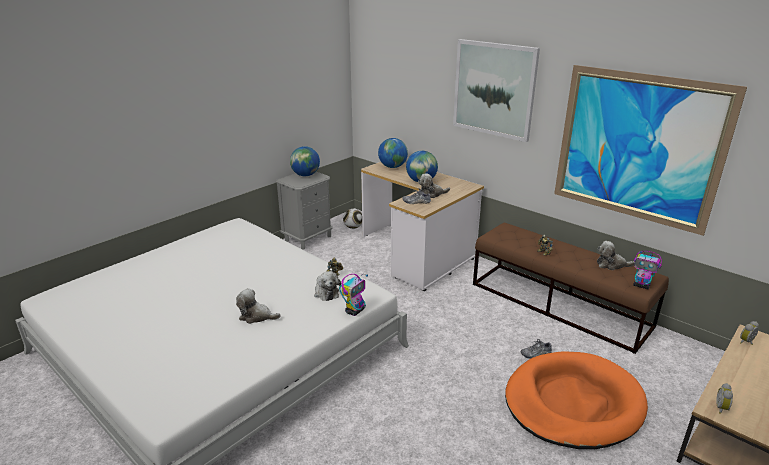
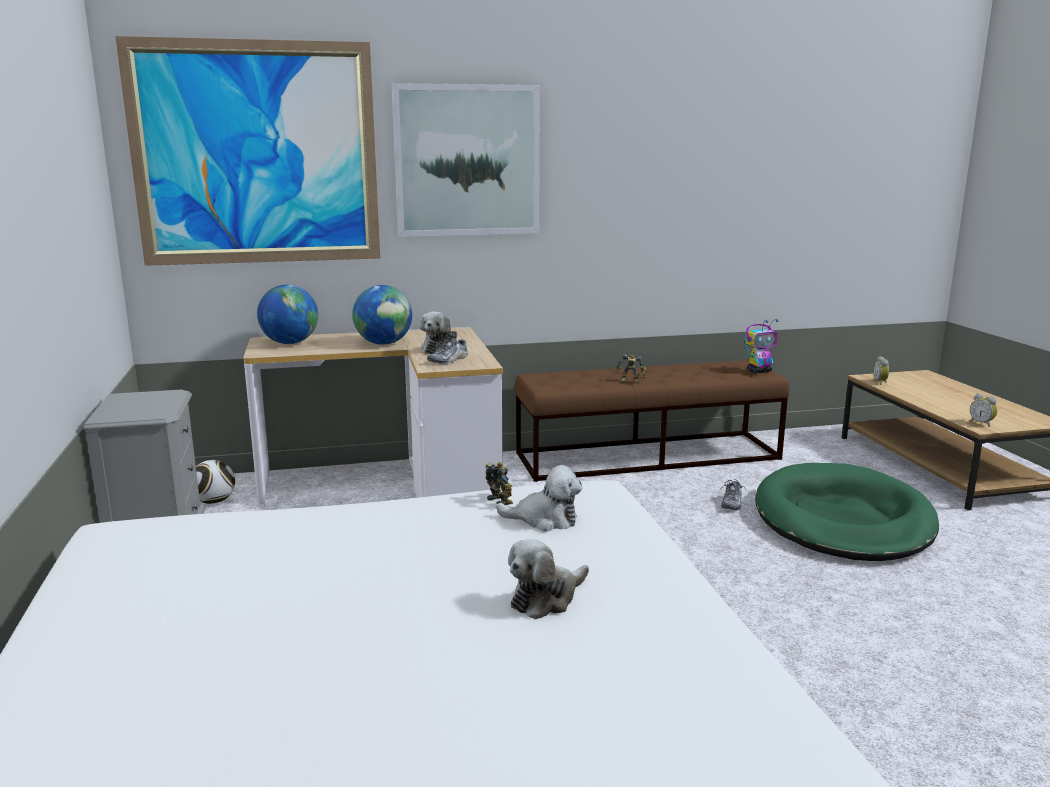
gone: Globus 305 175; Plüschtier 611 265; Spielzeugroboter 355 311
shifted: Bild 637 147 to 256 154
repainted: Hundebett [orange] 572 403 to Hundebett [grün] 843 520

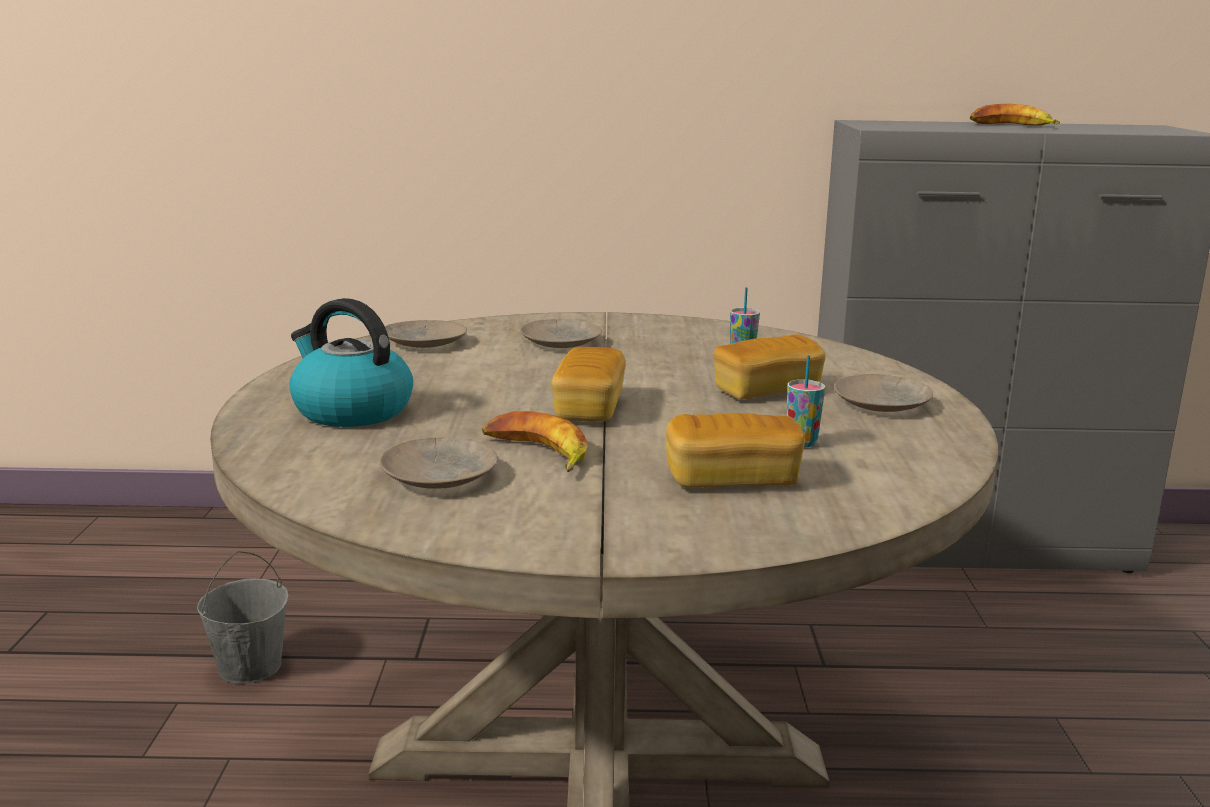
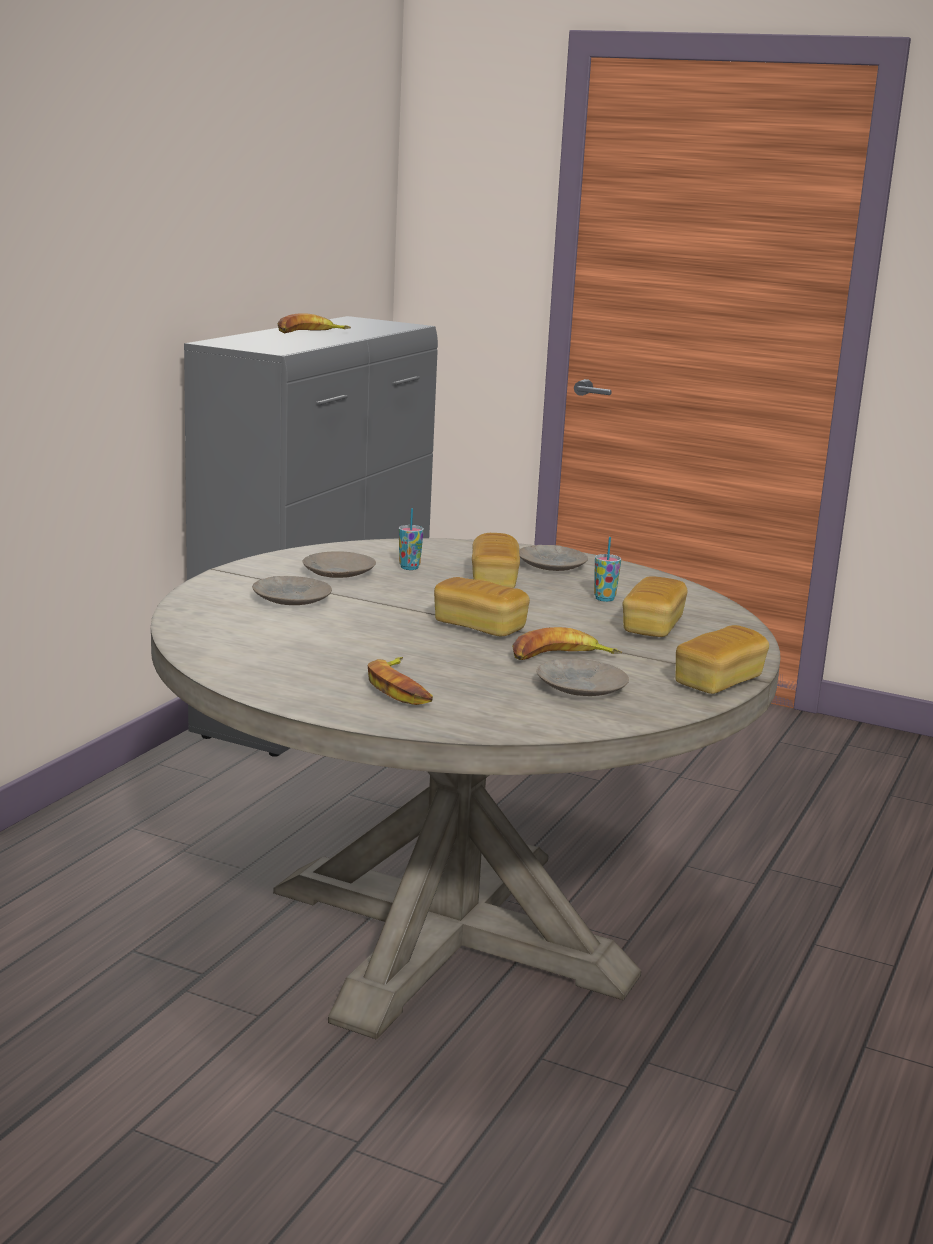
gone: Eimer [grau] 249 667
new: Brot 718 682
shifted: Teller [beige] 423 343 to 338 573
swapped: Wasserkessel 350 411 to Banane 401 689

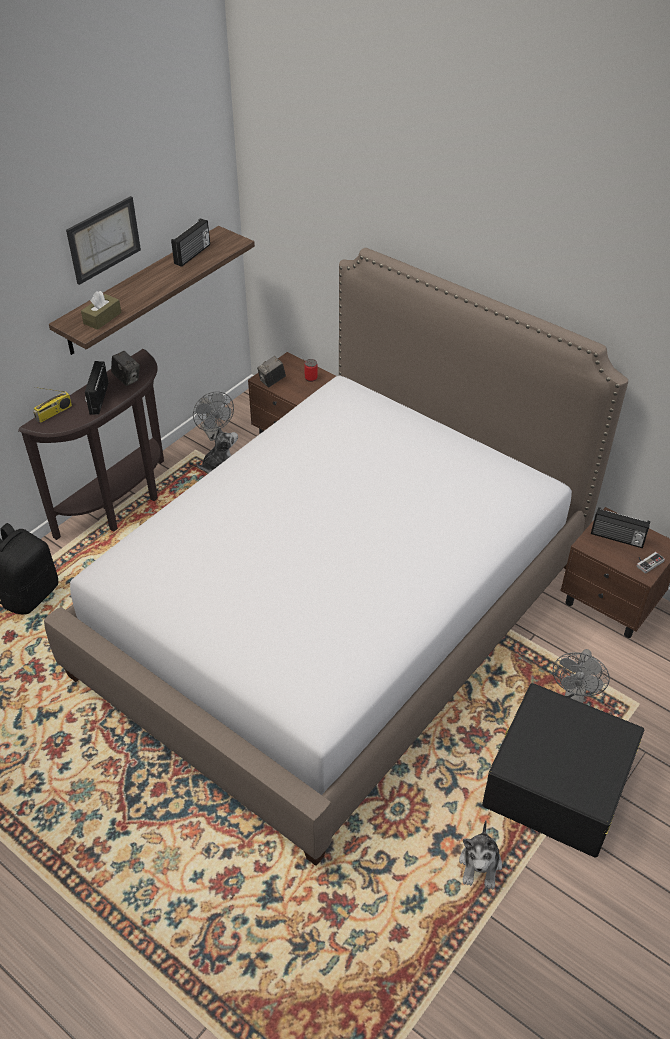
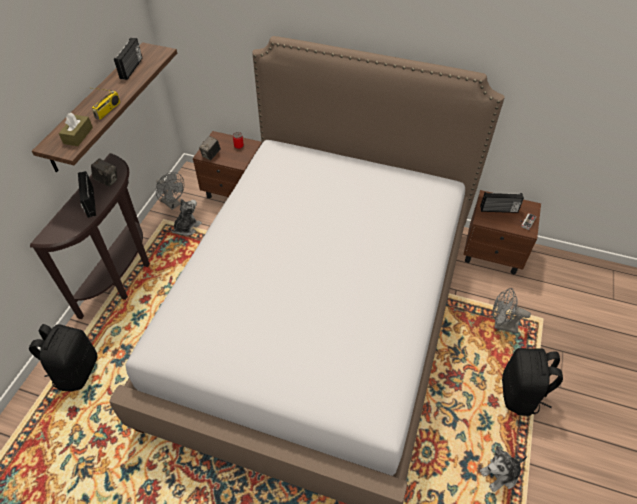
gone: Bild 103 239
shifted: Radio 54 413 to 108 110
swapped: Aufbewahrungsbox [schwarz] 557 784 to Rucksack [schwarz] 520 394
rotated: Ventilator [grau] 575 695 = 501 325 105 degrees clockwise; Plüschtier 480 864 = 500 474 75 degrees clockwise

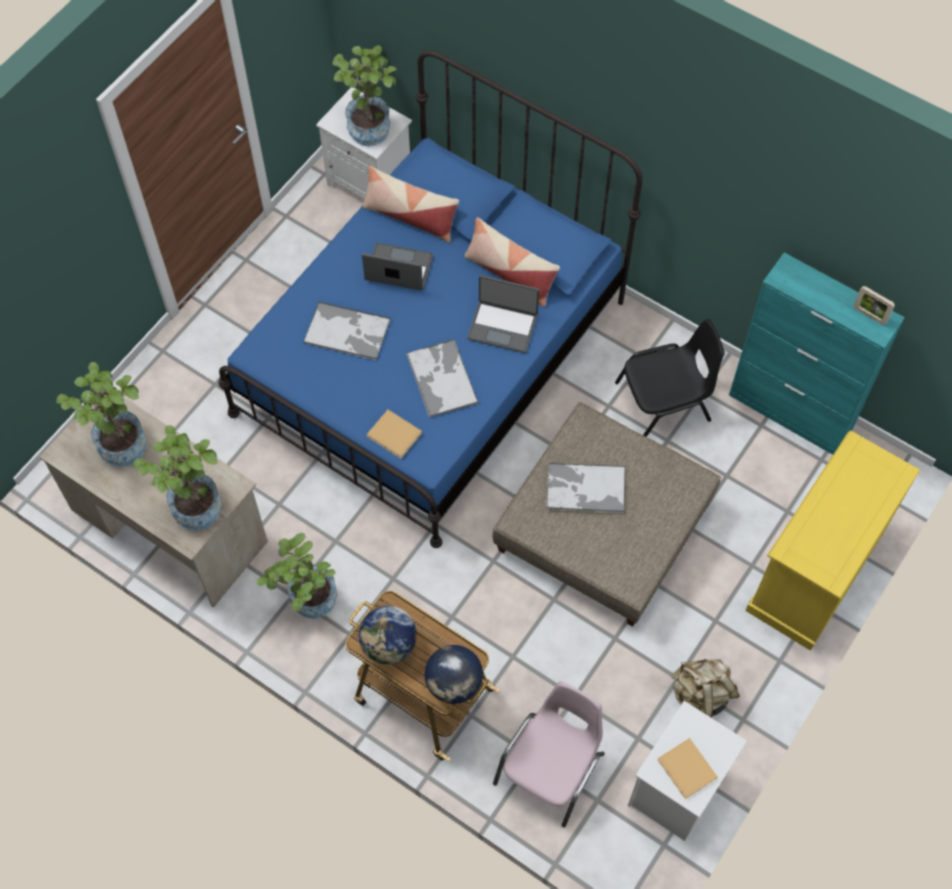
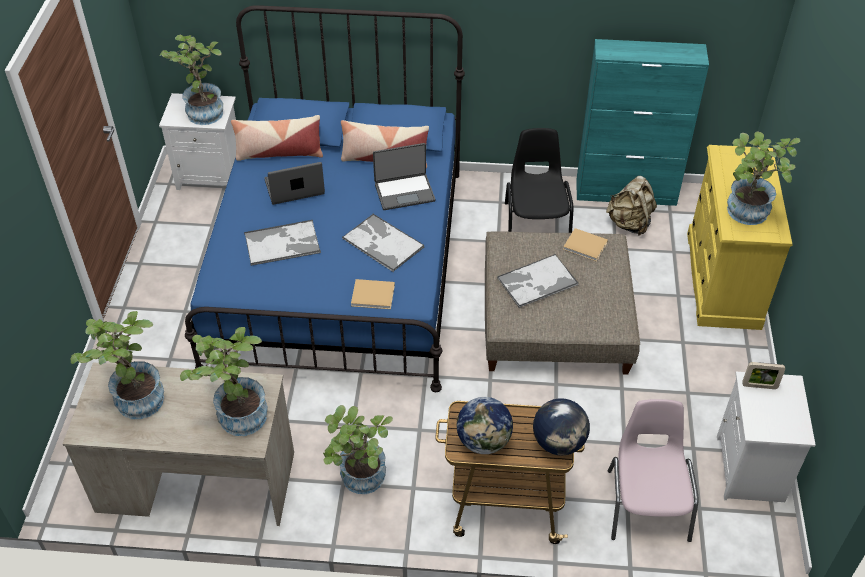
new: Topfpflanze 745 215
shifted: Bilderrahmen 869 315 to 759 386; Rucksack [beige] 701 695 to 629 223; Buch [beige] 688 770 to 586 246
rotated: Stuhl [schwarz] 665 402 = 536 223 45 degrees counterclockwise

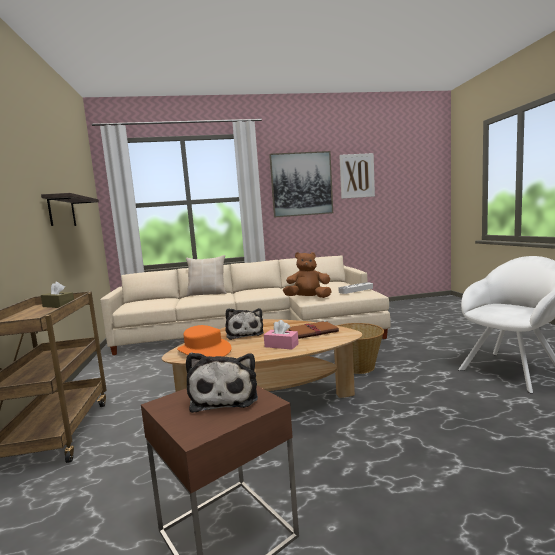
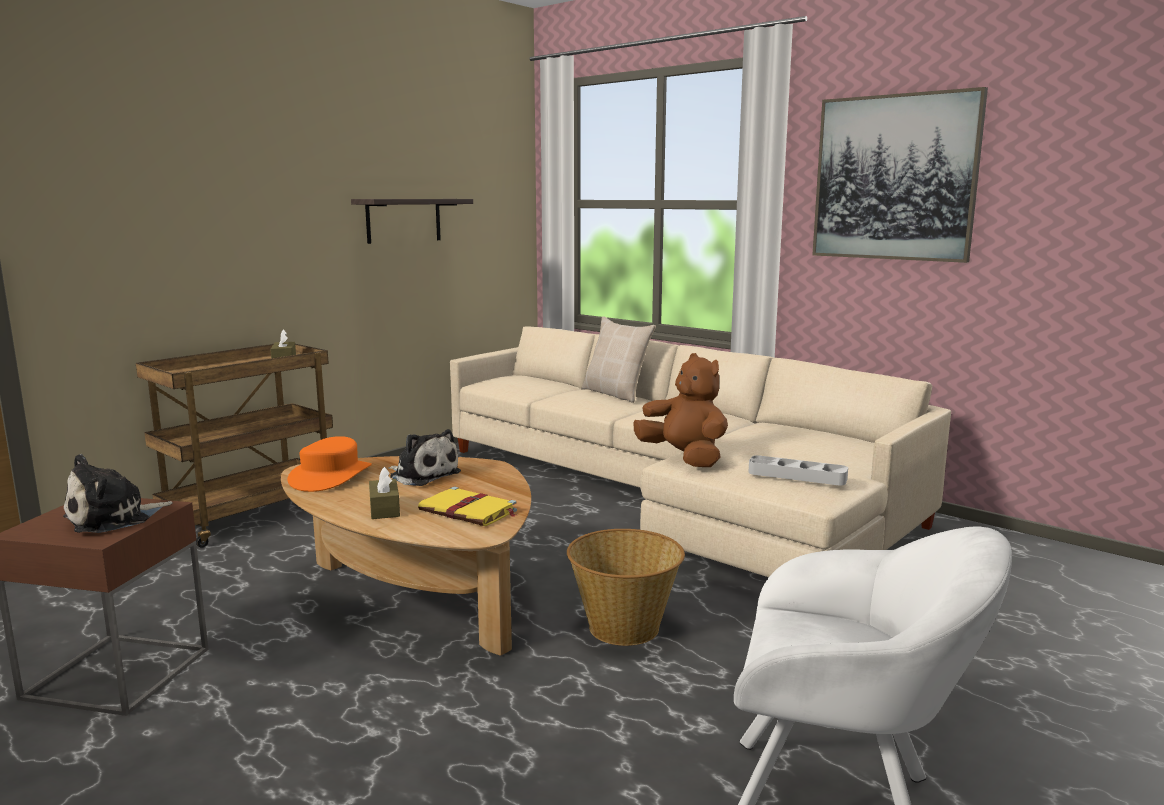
gone: Bild 357 176
repainted: Taschentuchbox [rosa] 281 345 to Taschentuchbox [braun] 384 509; Buch [braun] 313 332 to Buch [gelb] 469 511
rotated: Plüschtier 244 333 = 423 475 90 degrees counterclockwise

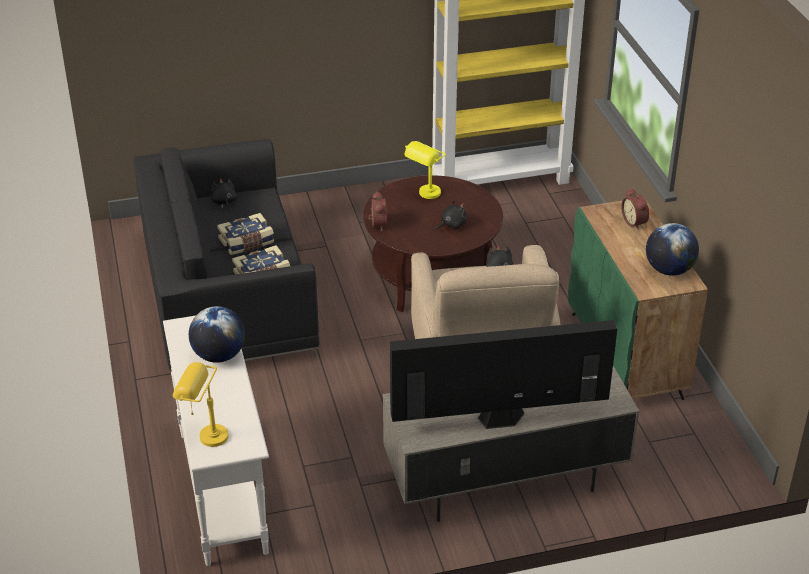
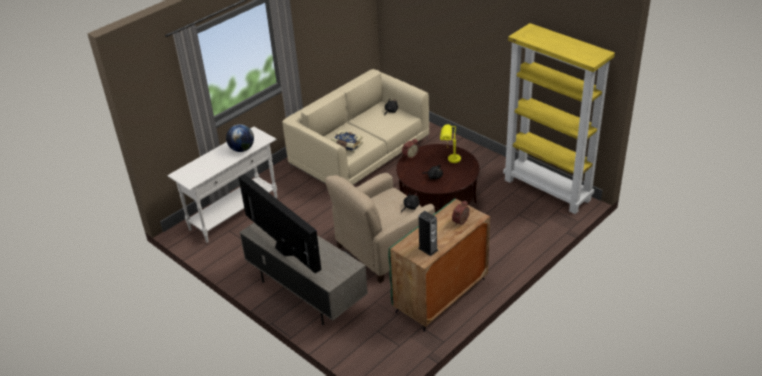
gone: Buch 247 242; Tischlampe [gelb] 204 436
swapped: Globus 669 270 to Lautsprecher 428 249
repainted: Sofa [schwarz] 226 295 to Sofa [beige] 360 153

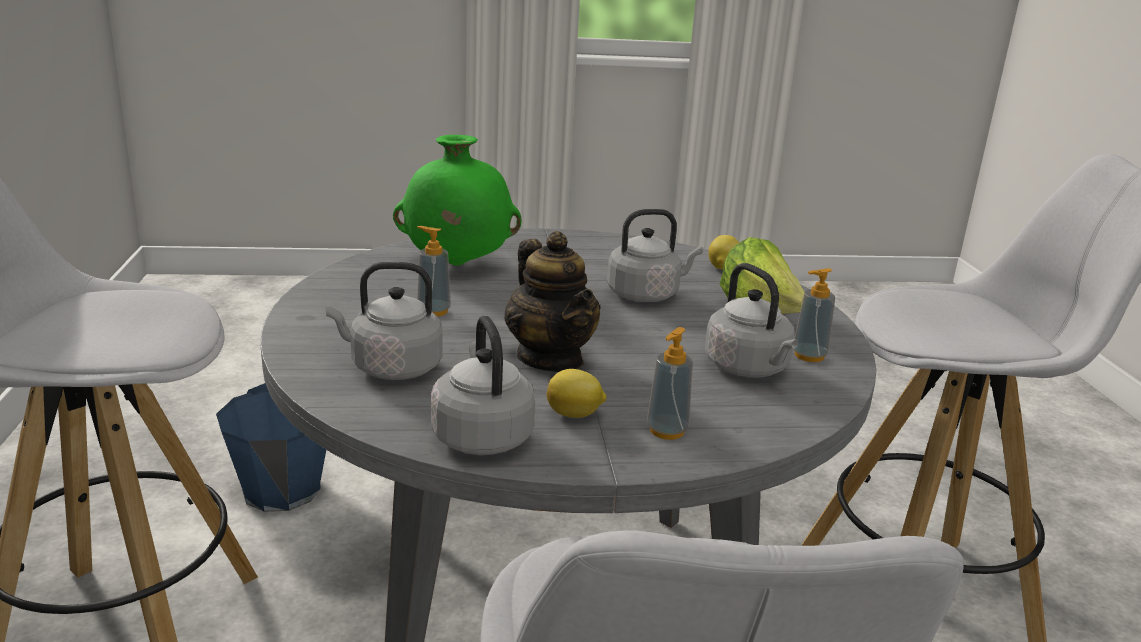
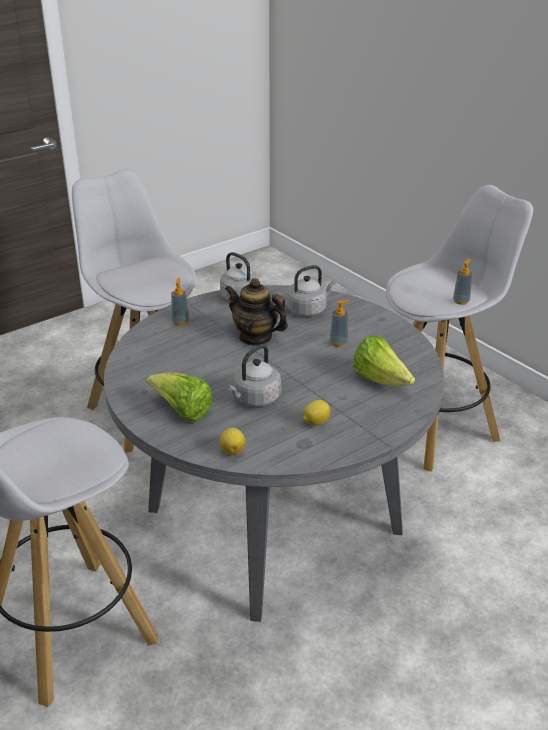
gone: Wasserkessel [grau] 749 369; Eimer [blau] 282 490
shifted: Seifenspender 809 356 to 461 301; Zitrone 575 414 to 315 422
swapped: Vase [grün] 456 265 to Salatkopf 380 380

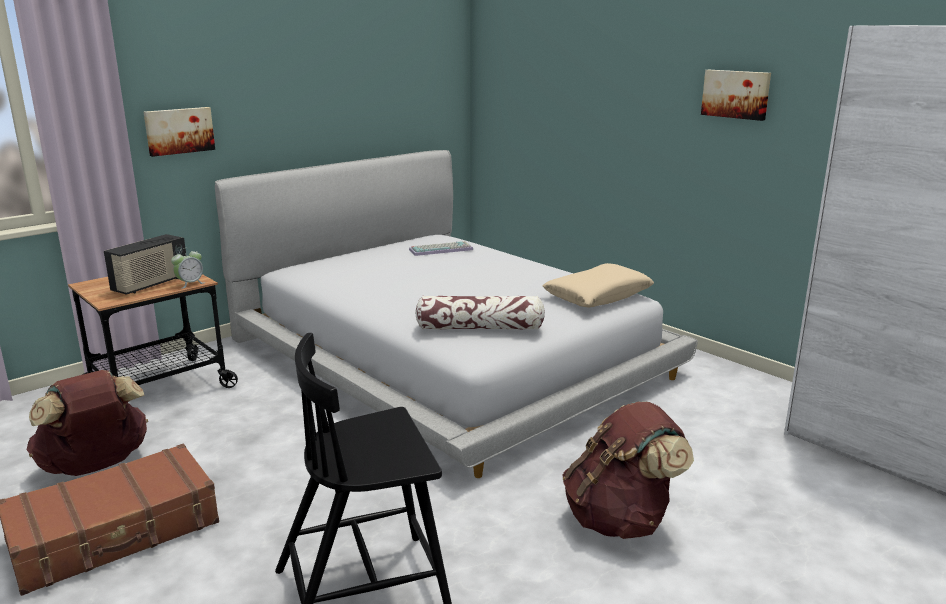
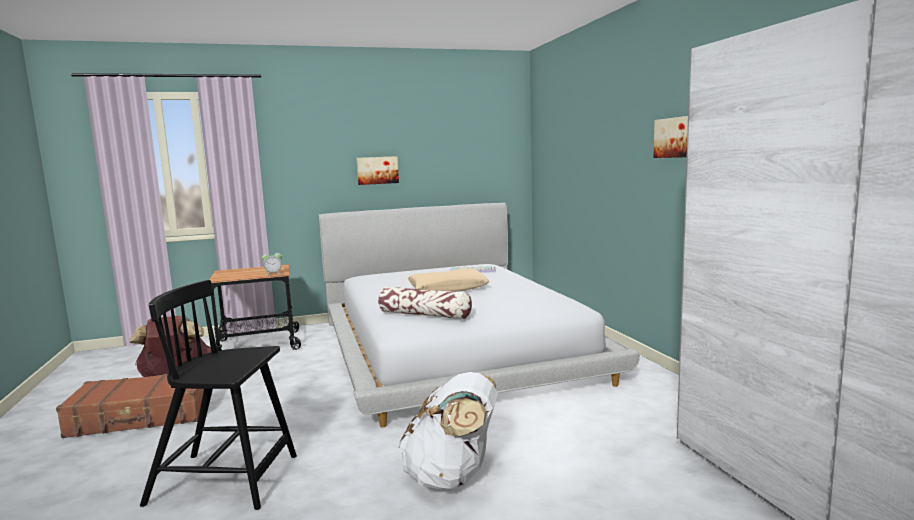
gone: Radio 151 284
shifted: Bild 179 131 to 377 170; Kissen [beige] 597 296 to 448 289
repainted: Rucksack [braun] 620 520 to Rucksack [weiß] 452 477

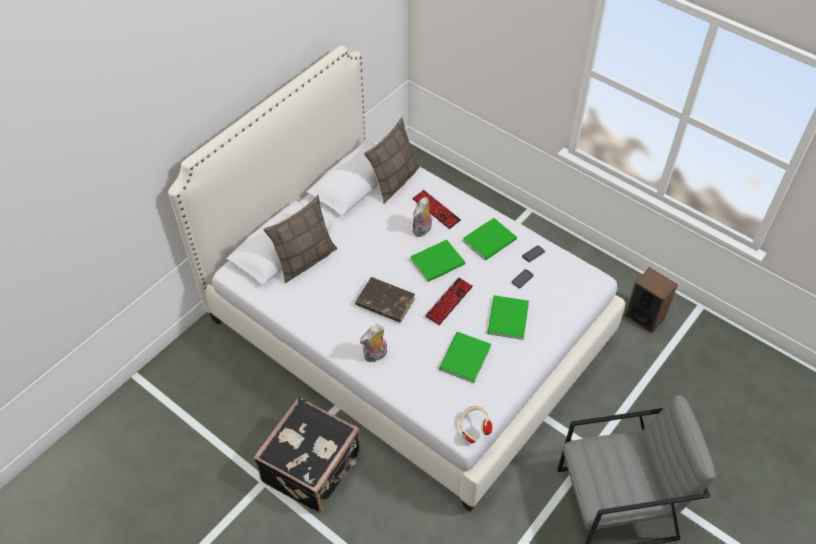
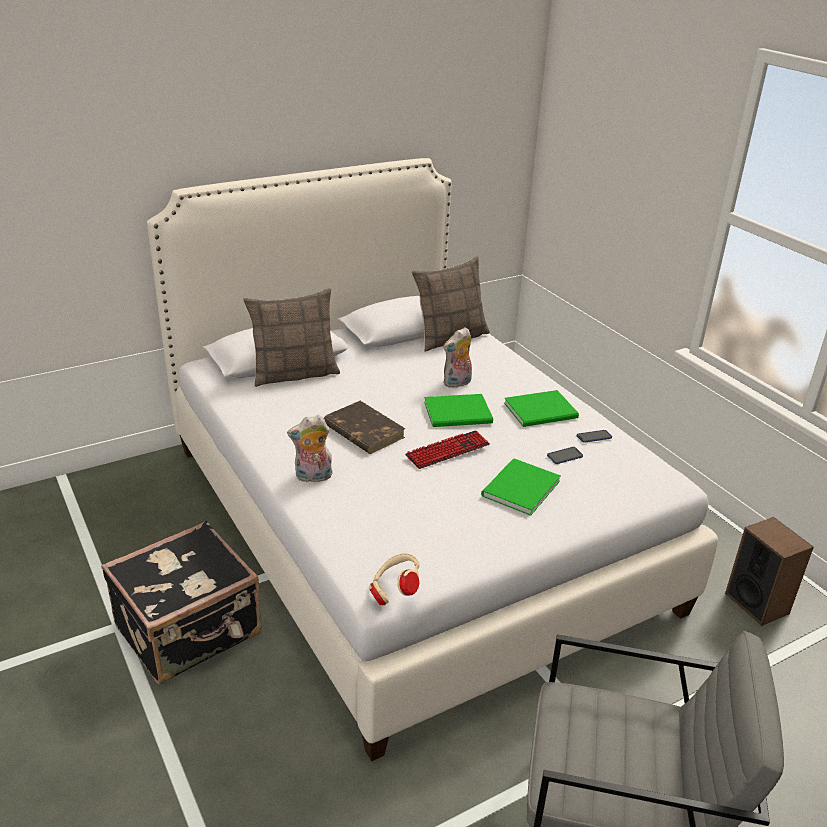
gone: Tastatur 436 210; Buch [grün] 463 358

